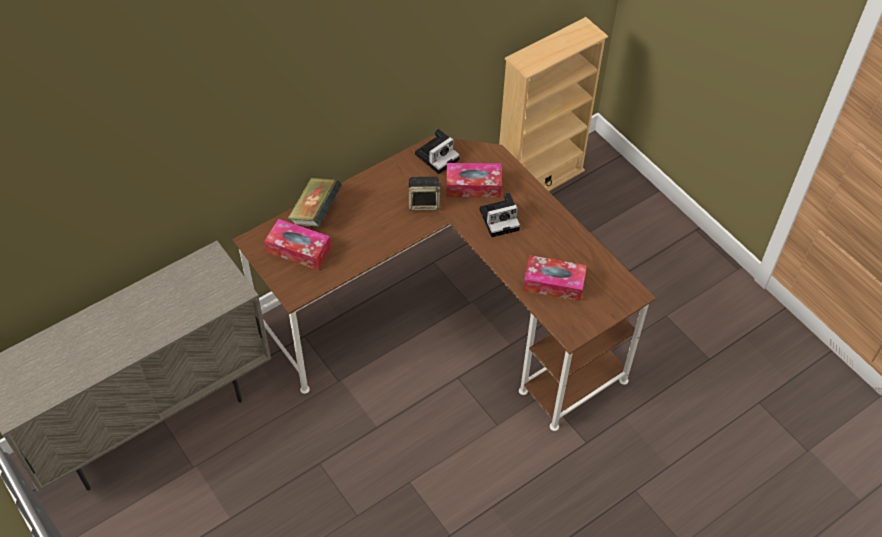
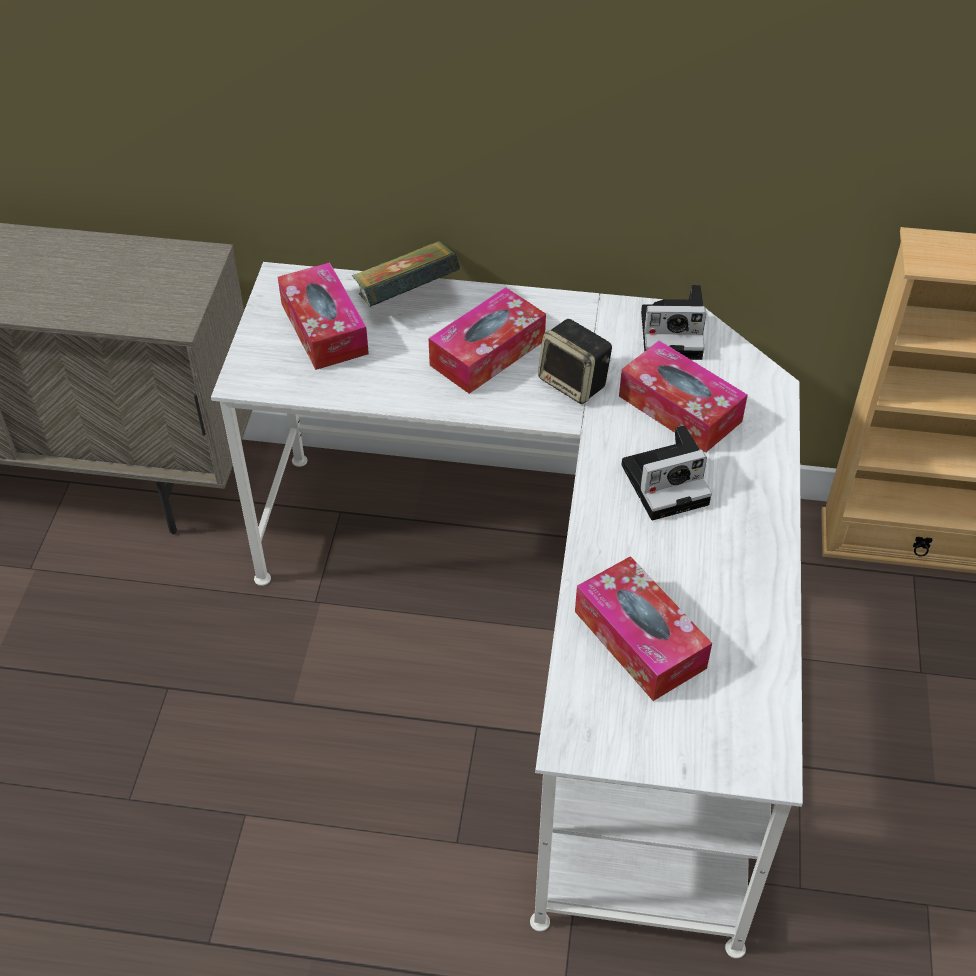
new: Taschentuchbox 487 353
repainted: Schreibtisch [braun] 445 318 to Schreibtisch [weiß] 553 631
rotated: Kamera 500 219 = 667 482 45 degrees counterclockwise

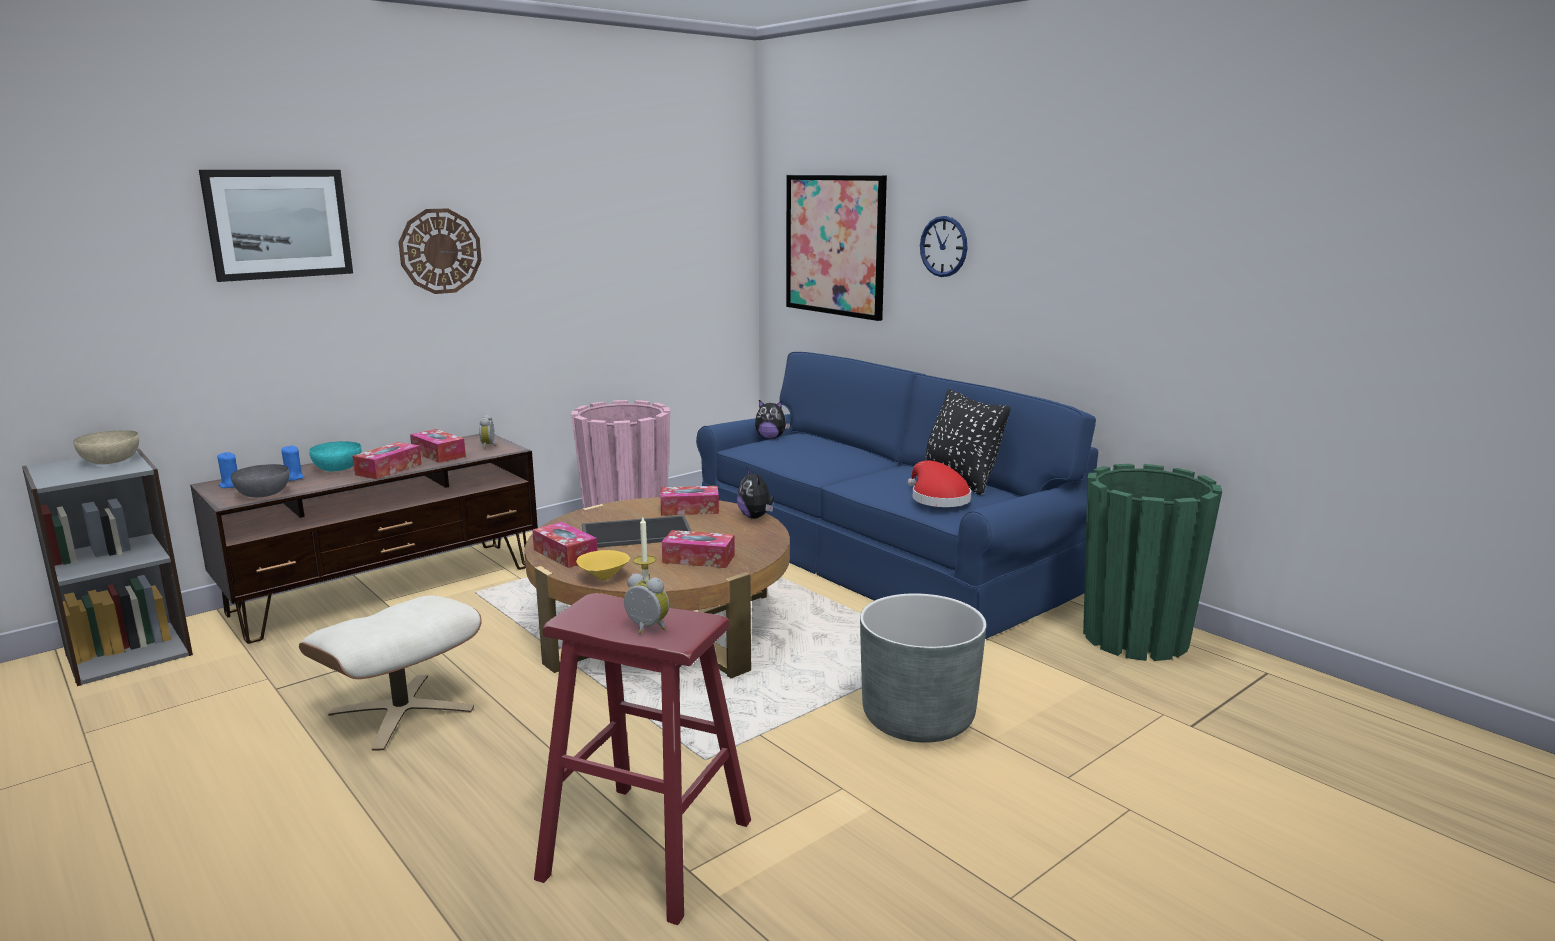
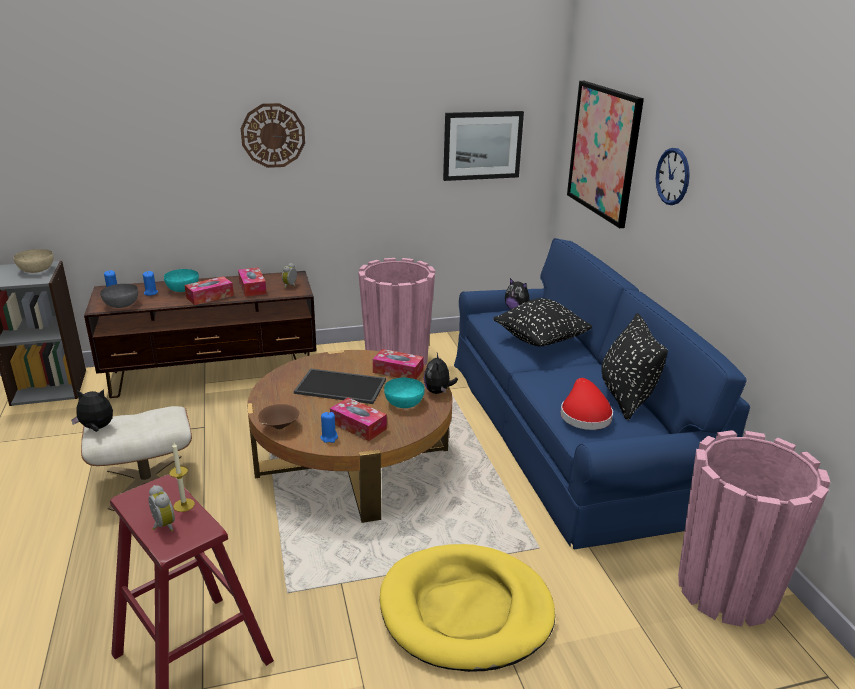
gone: Taschentuchbox 565 554
new: Kissen [schwarz] 540 341; Schüssel [türkis] 403 403; Plüschtier 97 428; Kerze [blau] 329 438
shifted: Bild 279 224 to 482 145
swapped: Pflanzkübel [grau] 918 718 to Hundebett [gelb] 466 611
repainted: Pflanzkübel [grün] 1135 637 to Pflanzkübel [rosa] 726 589; Schüssel [gelb] 603 578 to Schüssel [braun] 279 427

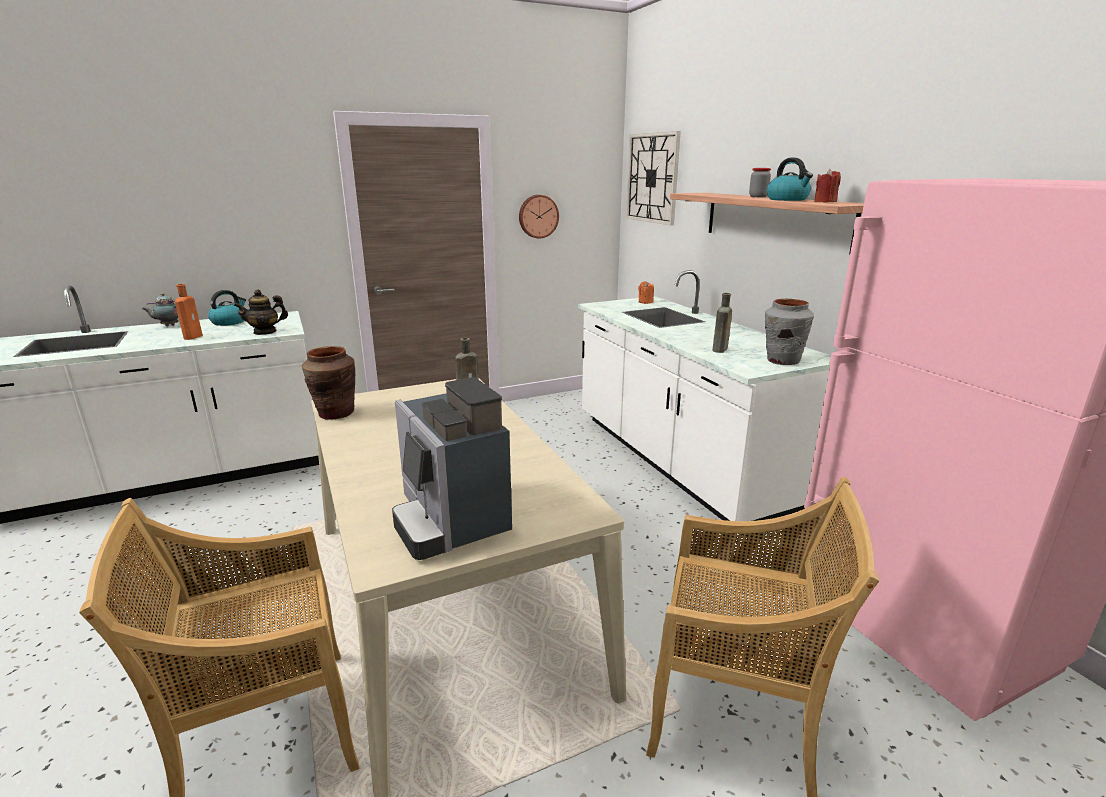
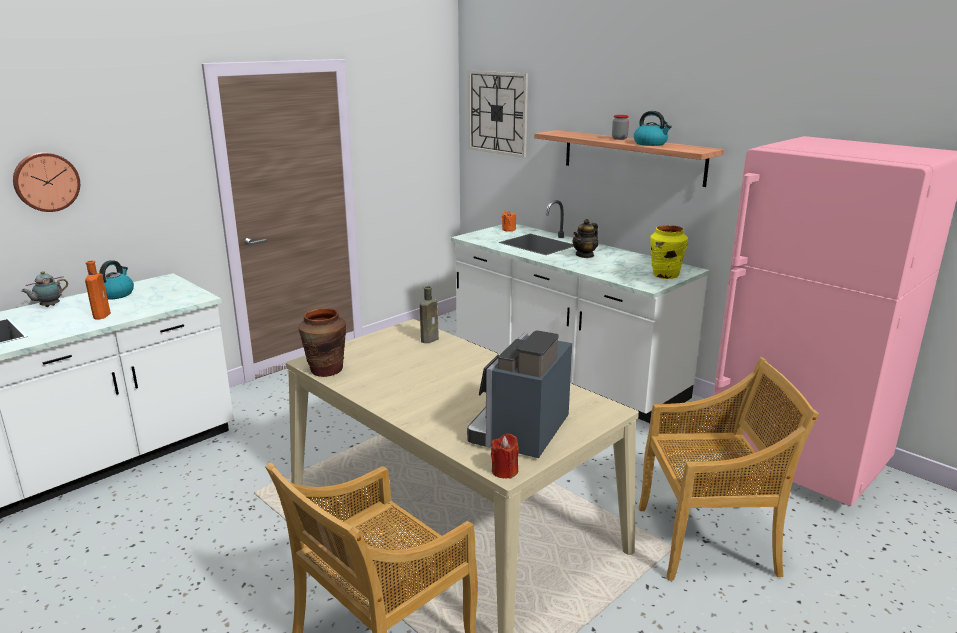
gone: Flasche [braun] 719 350
shifted: Kerze [rot] 825 202 to 504 471; Wanduhr 538 216 to 46 181; Teekanne 265 332 to 585 255
repainted: Vase [grau] 782 361 to Vase [gelb] 665 275
rotated: Kaffeemaschine 450 520 = 521 433 75 degrees clockwise

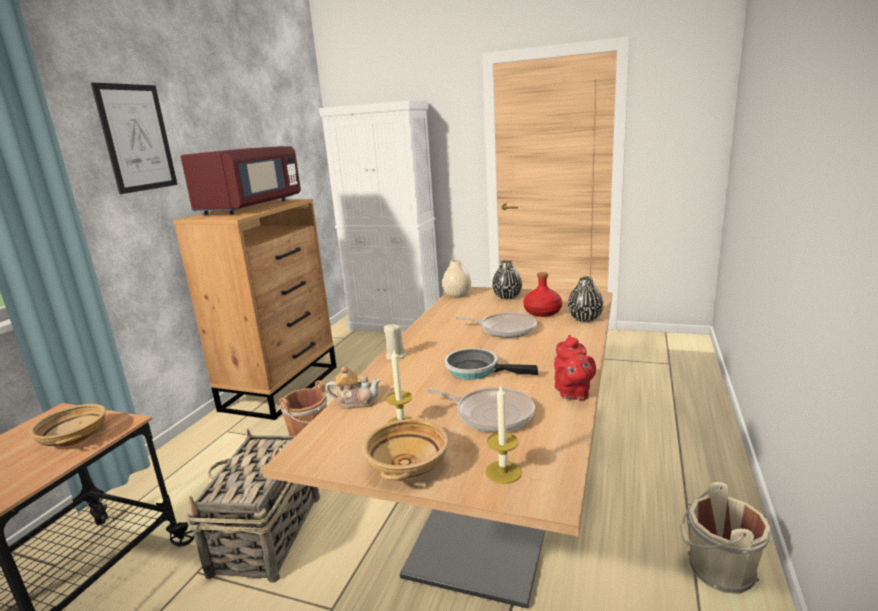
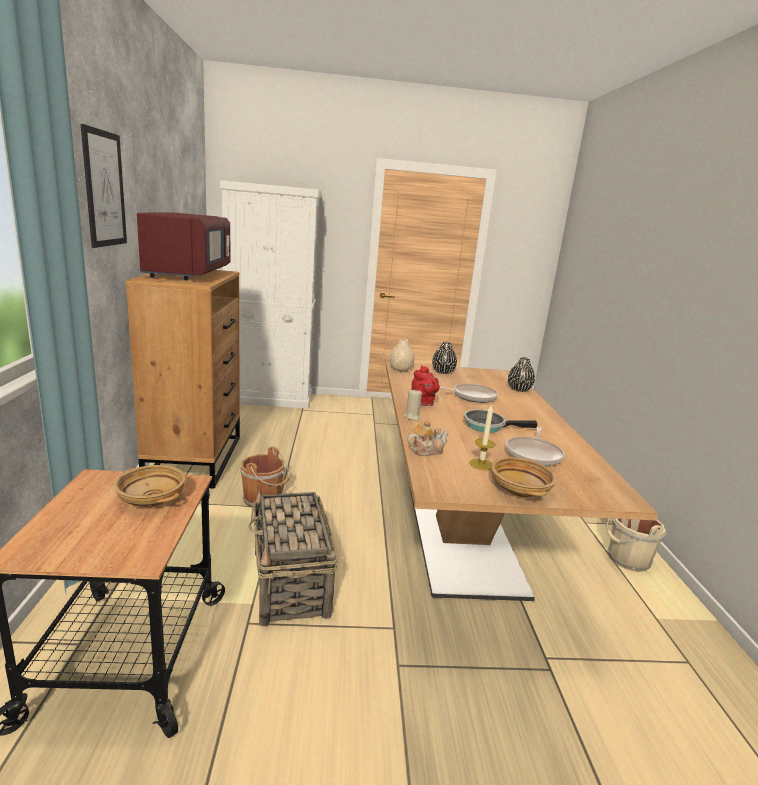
gone: Flasche [rot] 543 312; Kerze 503 472
shifted: Teekanne [rot] 572 394 to 423 403
rotated: Pfanne 491 414 = 534 454 105 degrees clockwise

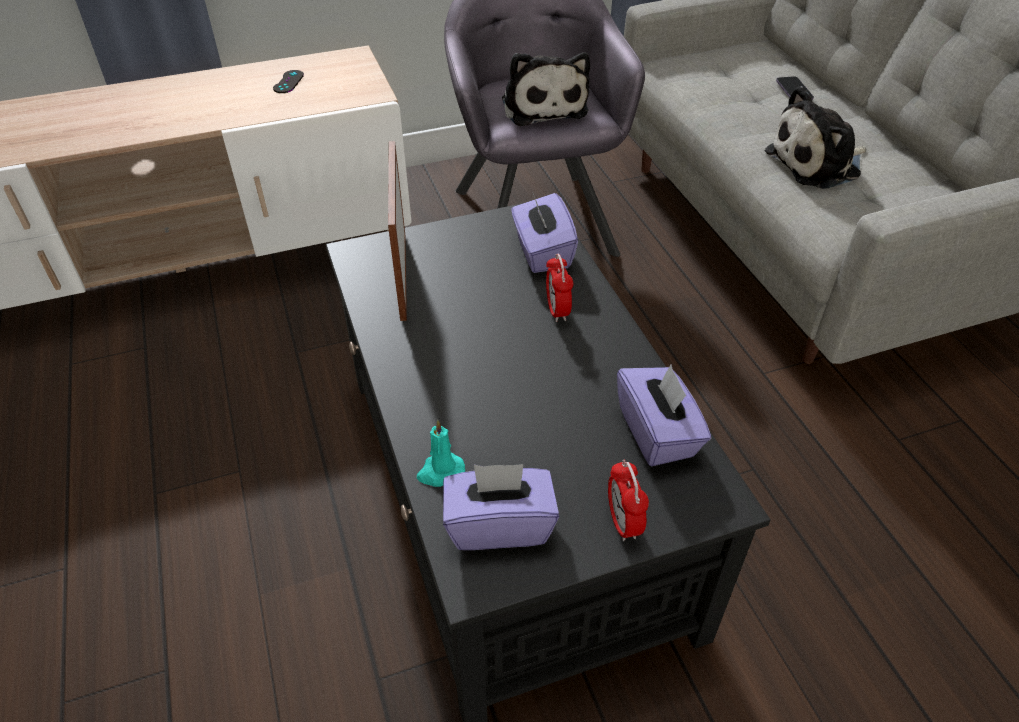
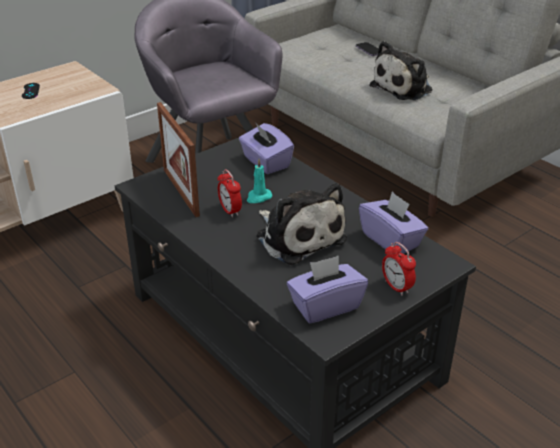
shifted: Plüschtier 543 106 to 298 236; Wecker 557 311 to 230 211; Kerze [türkis] 440 472 to 258 197

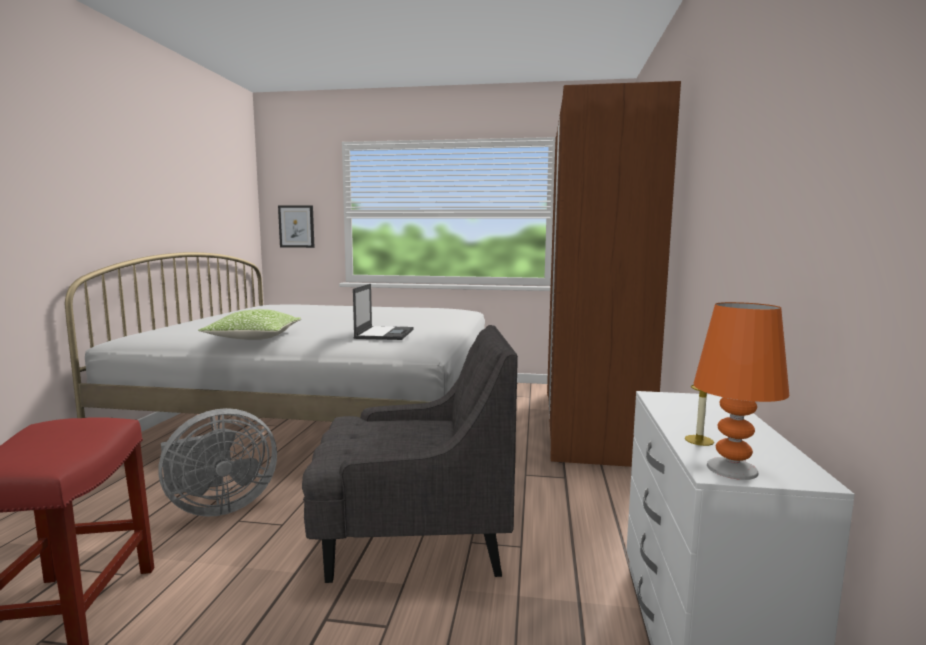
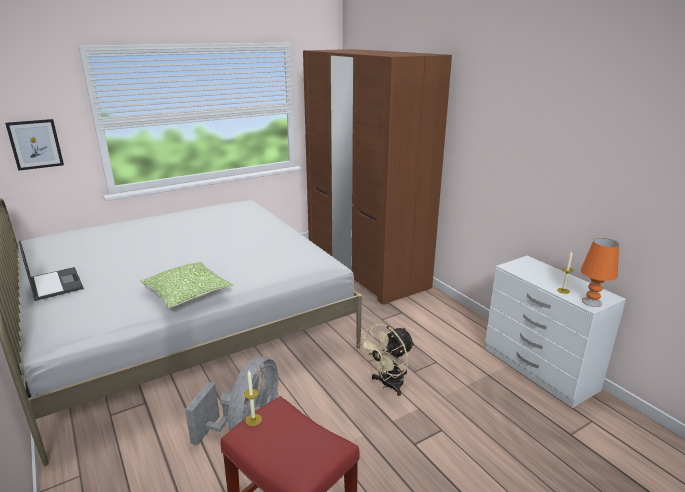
new: Kerze 253 420
shifted: Laptop 384 333 to 55 284
swapped: Sessel [grau] 413 539 to Ventilator [beige] 387 385

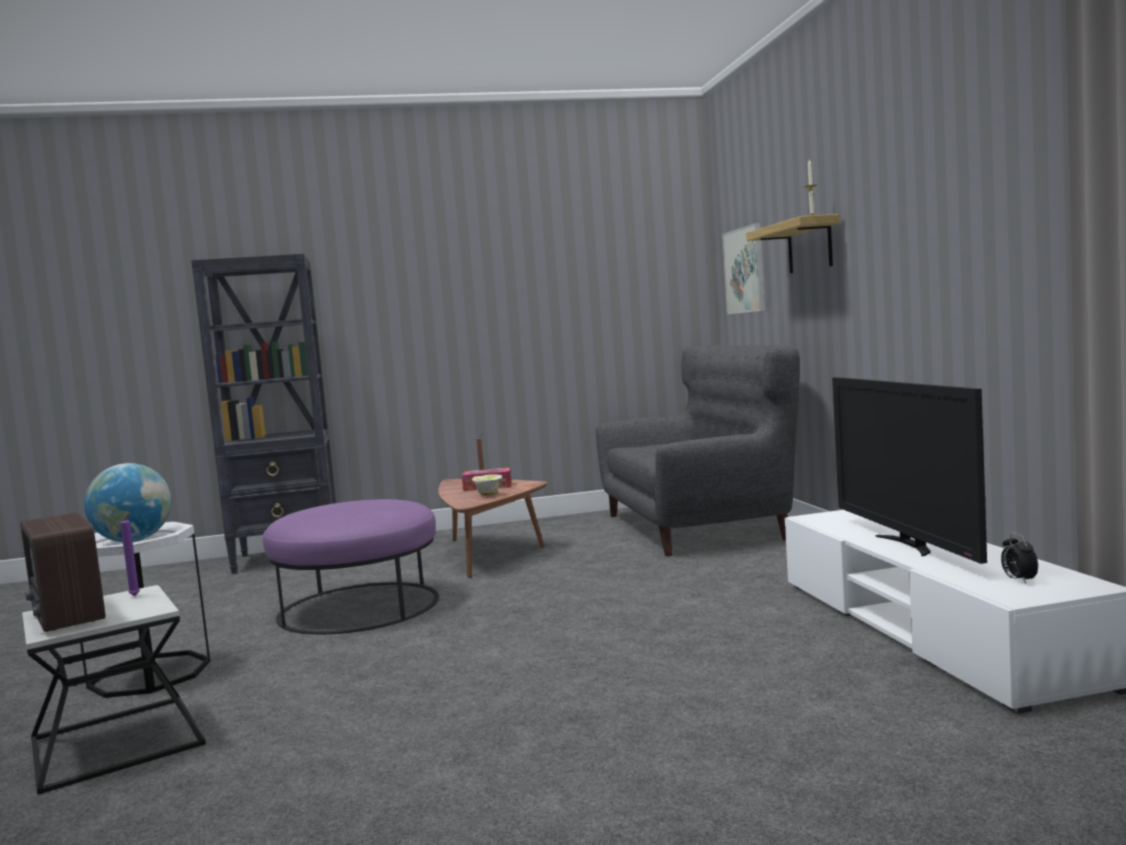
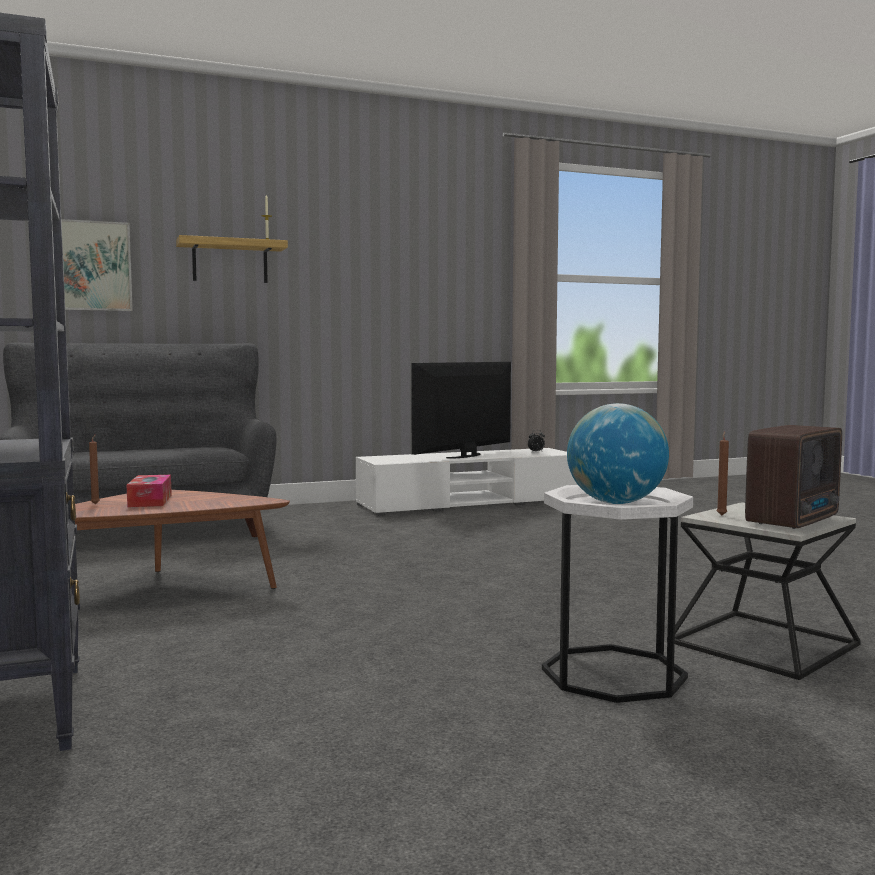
gone: Schüssel 489 494; Polsterhocker [lila] 359 606
repainted: Kerze [lila] 135 596 to Kerze [braun] 721 515
rotated: Fernseher 907 545 = 466 456 150 degrees clockwise

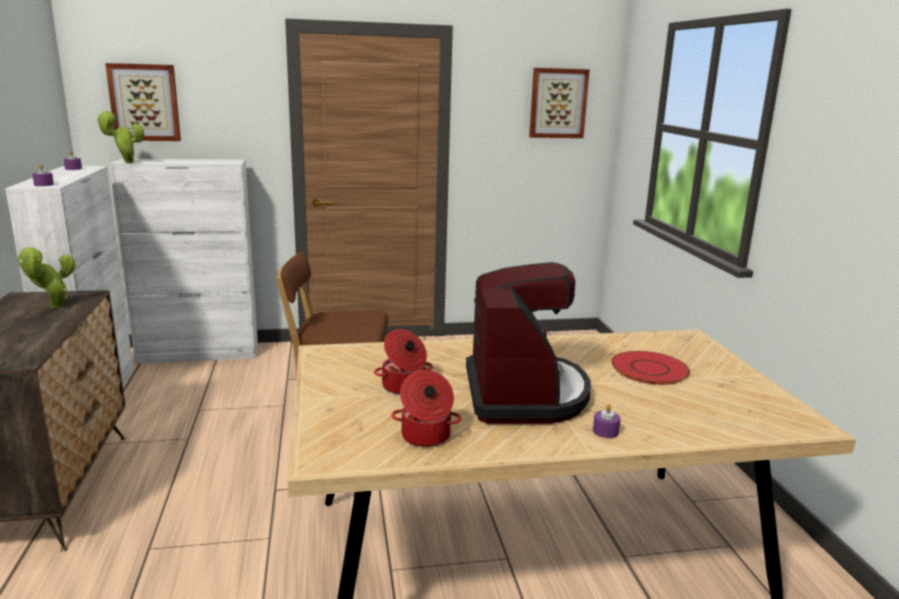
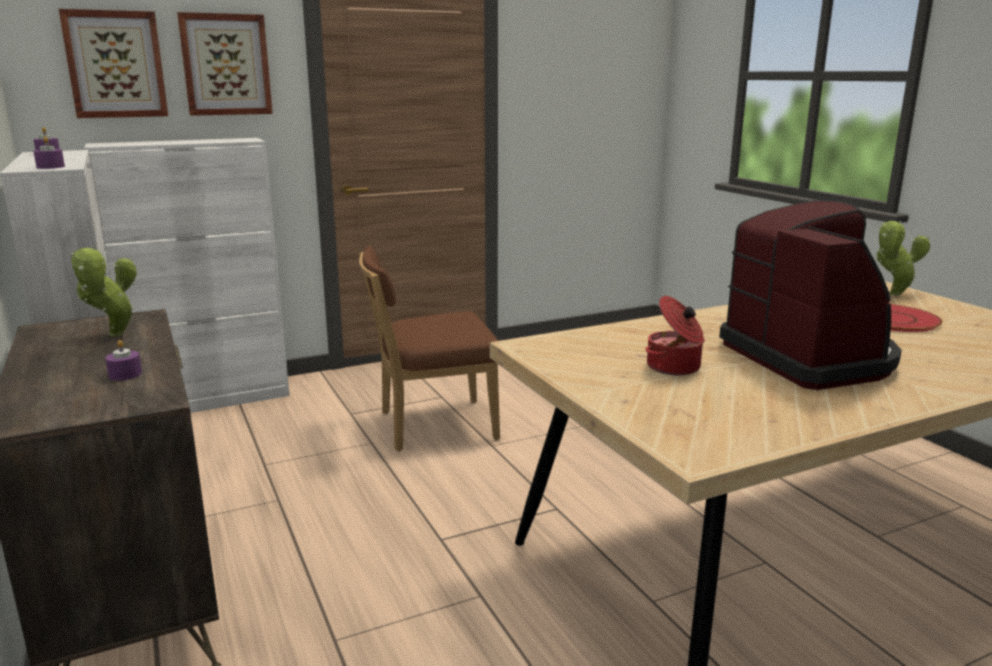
gone: Kochtopf 425 437
shifted: Bild 558 103 to 226 65; Topfpflanze 126 162 to 892 295; Kerze [lila] 605 431 to 125 374

